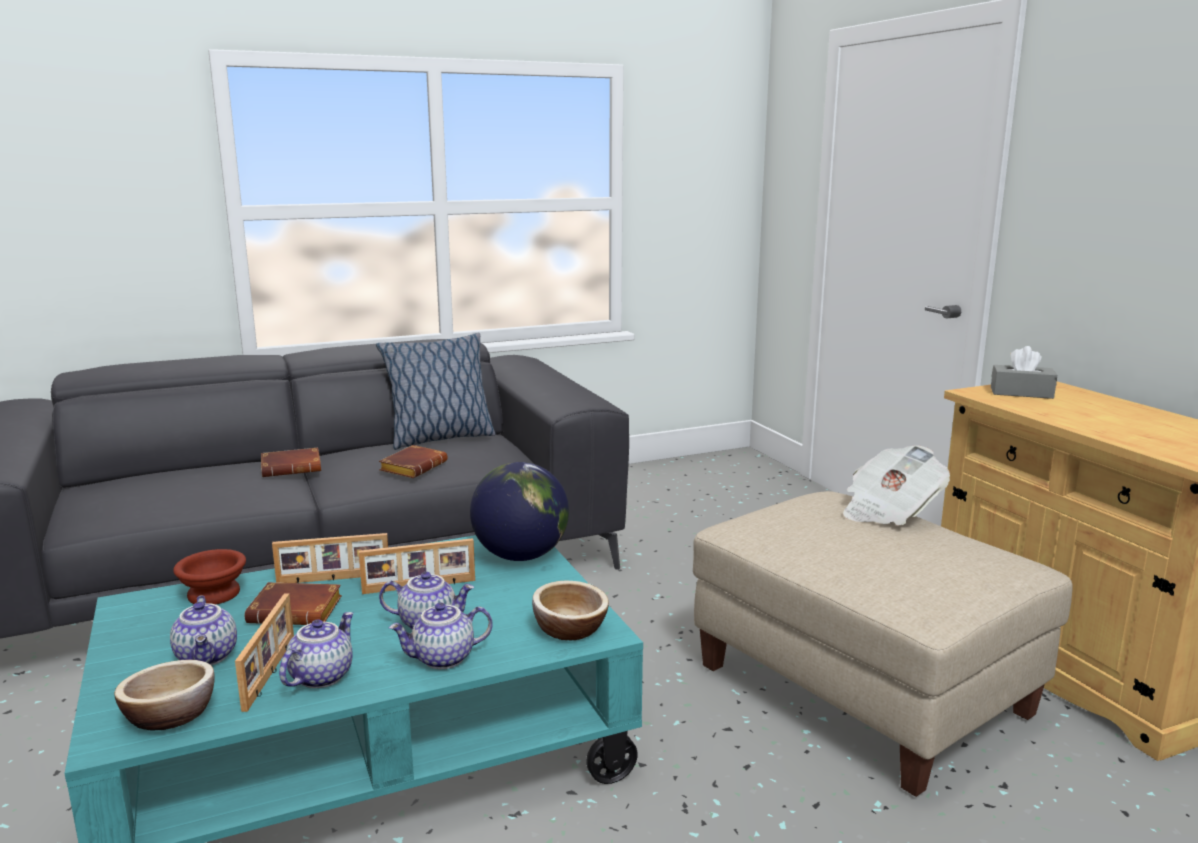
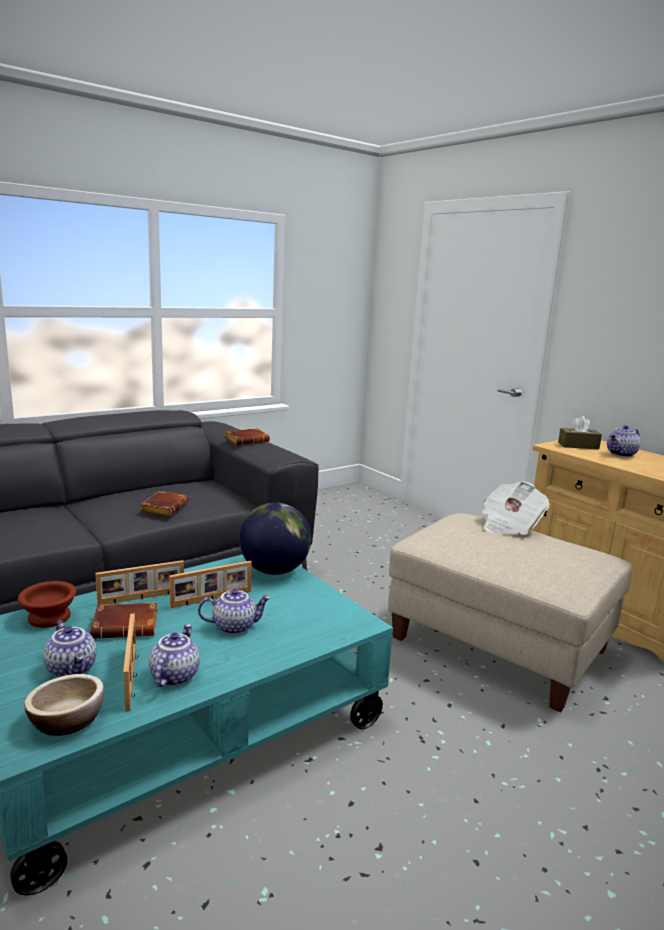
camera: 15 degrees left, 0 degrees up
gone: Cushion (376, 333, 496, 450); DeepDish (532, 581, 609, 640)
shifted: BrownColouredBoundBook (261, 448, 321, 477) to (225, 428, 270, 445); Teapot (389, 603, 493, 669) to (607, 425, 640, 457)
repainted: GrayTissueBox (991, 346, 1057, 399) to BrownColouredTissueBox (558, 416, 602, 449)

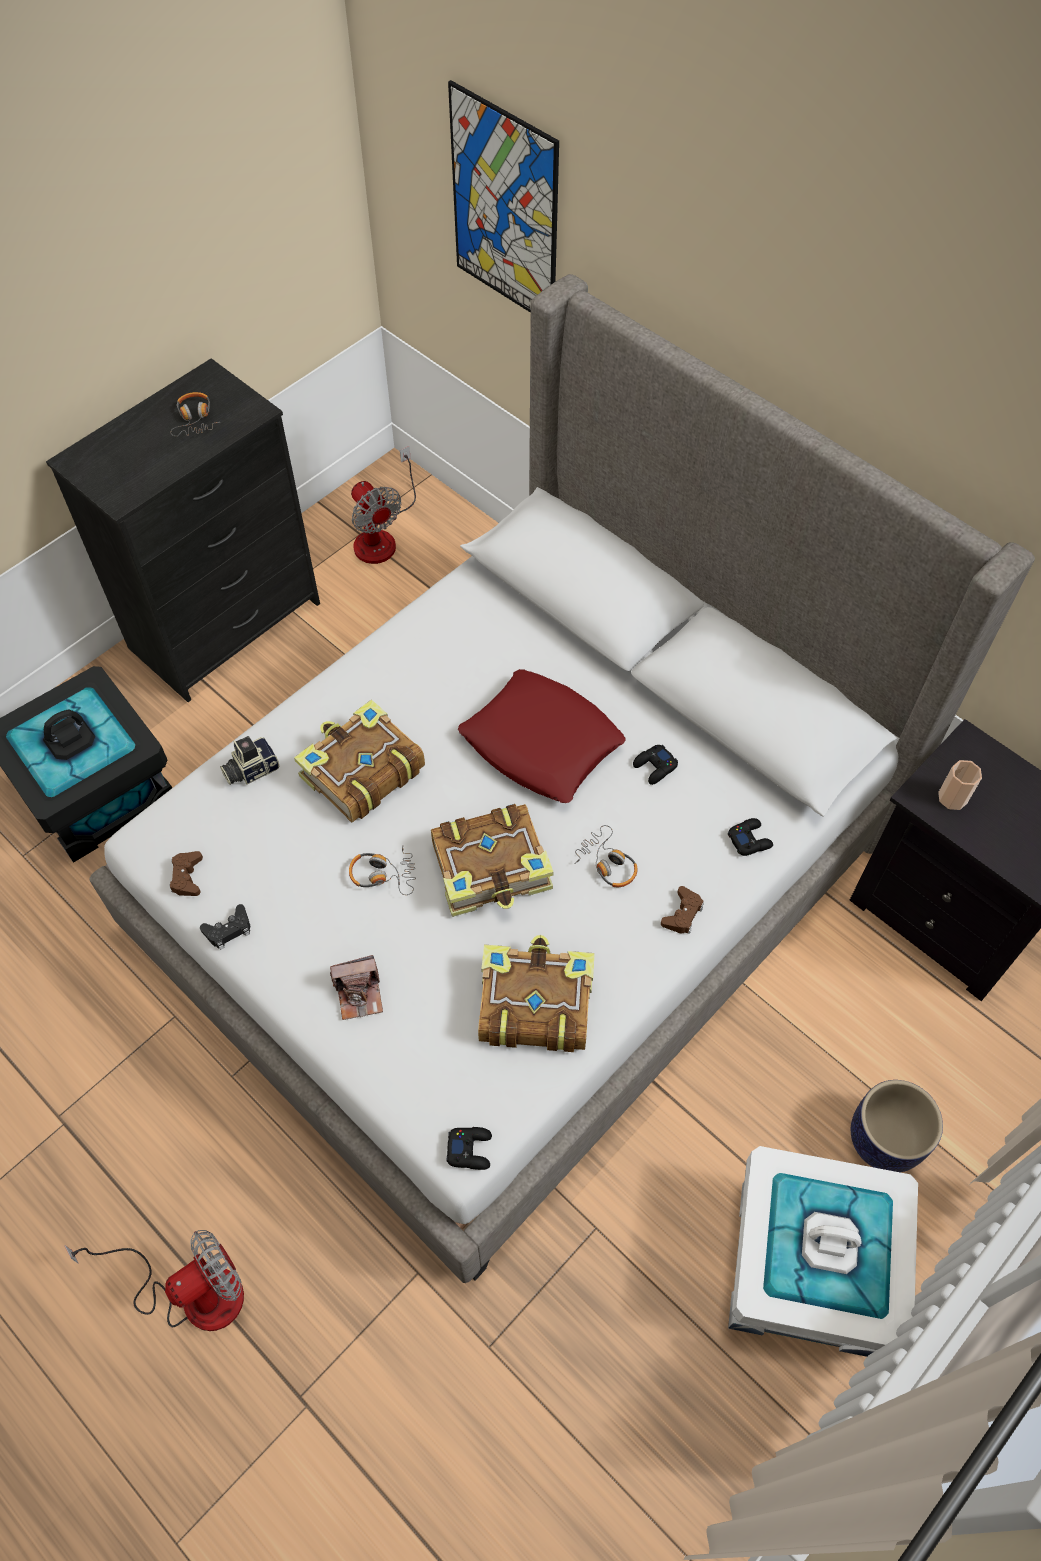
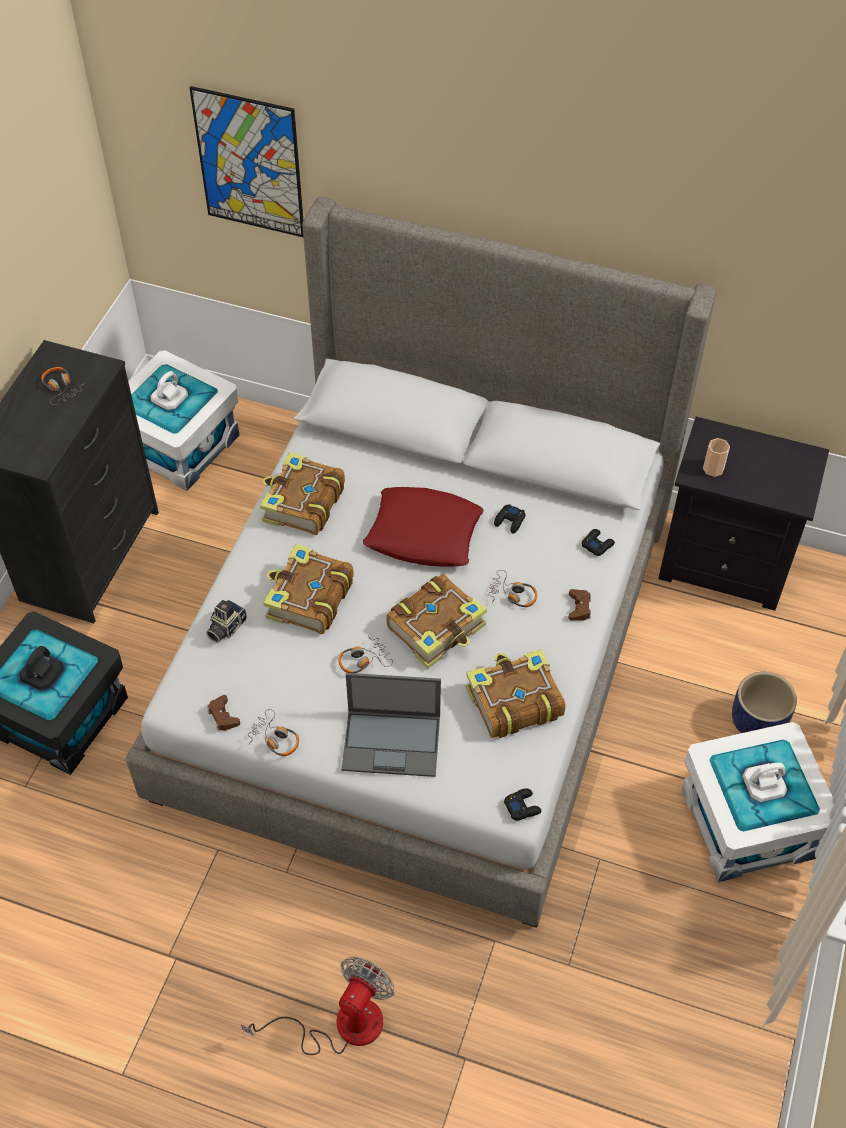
camera: 25 degrees left, 5 degrees down
new: BoundBook (260, 452, 345, 535)
swapped: CoolingFan (351, 446, 416, 564) to WhiteColouredStorageBox (128, 350, 240, 491); BlackishGameController (200, 904, 250, 950) to Headset (248, 709, 299, 756); StillCamera (330, 955, 383, 1020) to Laptop (342, 673, 441, 777)

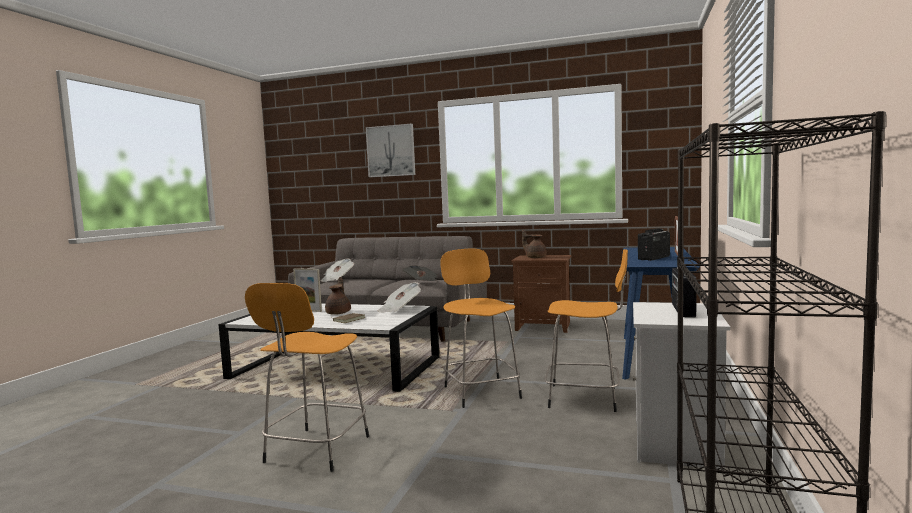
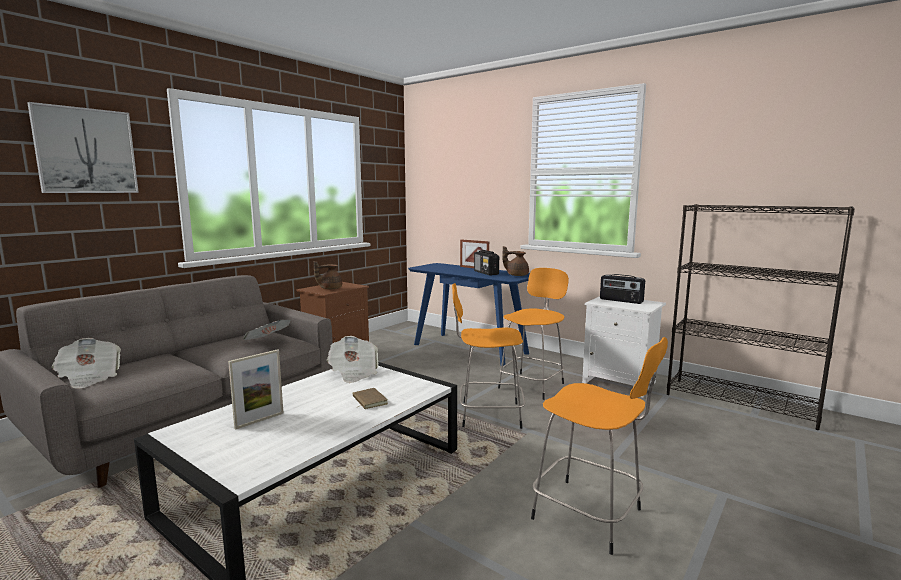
camera: 70 degrees left, 5 degrees up
shifted: BrownColouredTeapot (325, 277, 351, 315) to (502, 246, 529, 276)

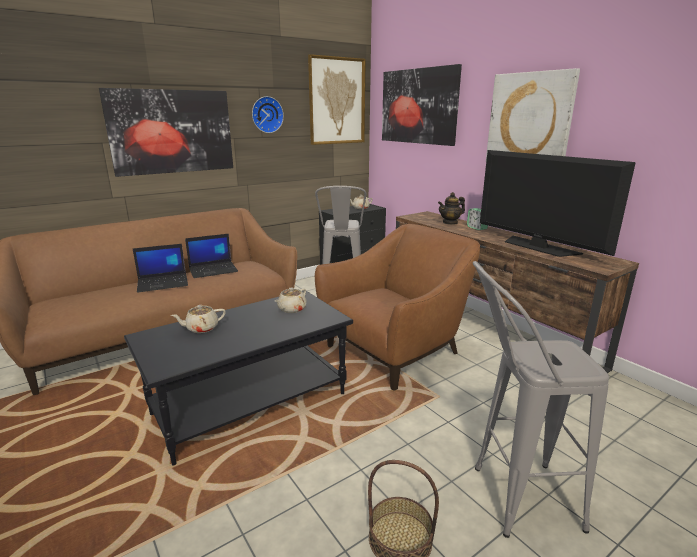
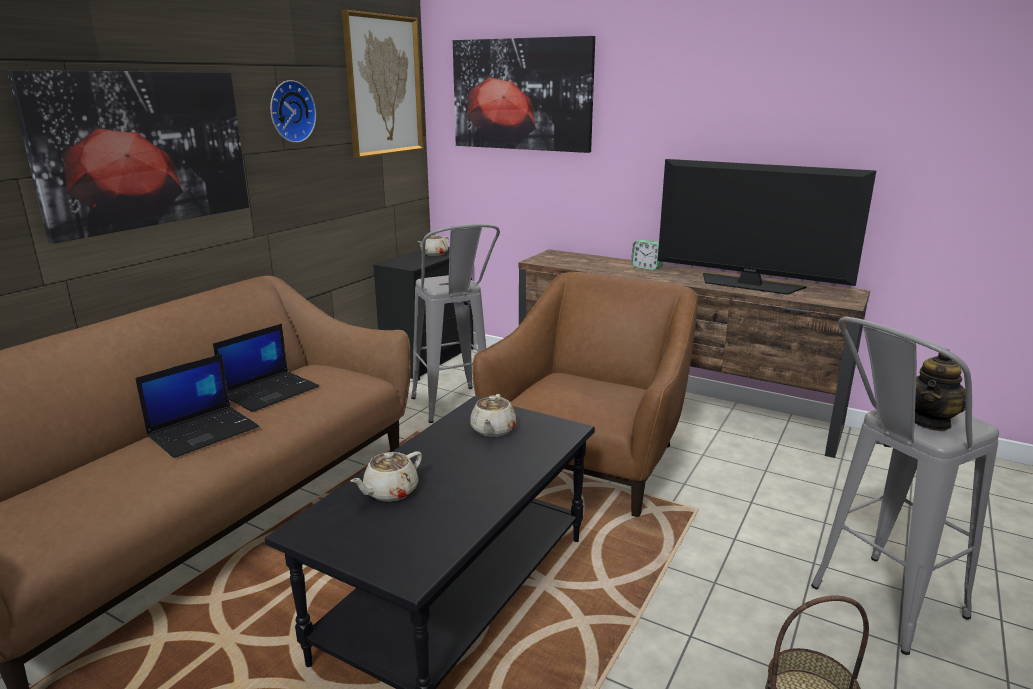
camera: 25 degrees left, 0 degrees up
gone: WallPicture (486, 68, 580, 161)
shifted: Teapot (438, 192, 465, 225) to (915, 349, 966, 431)

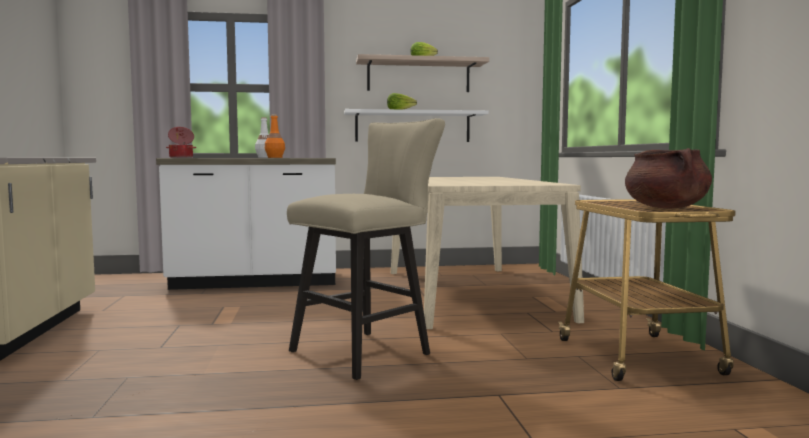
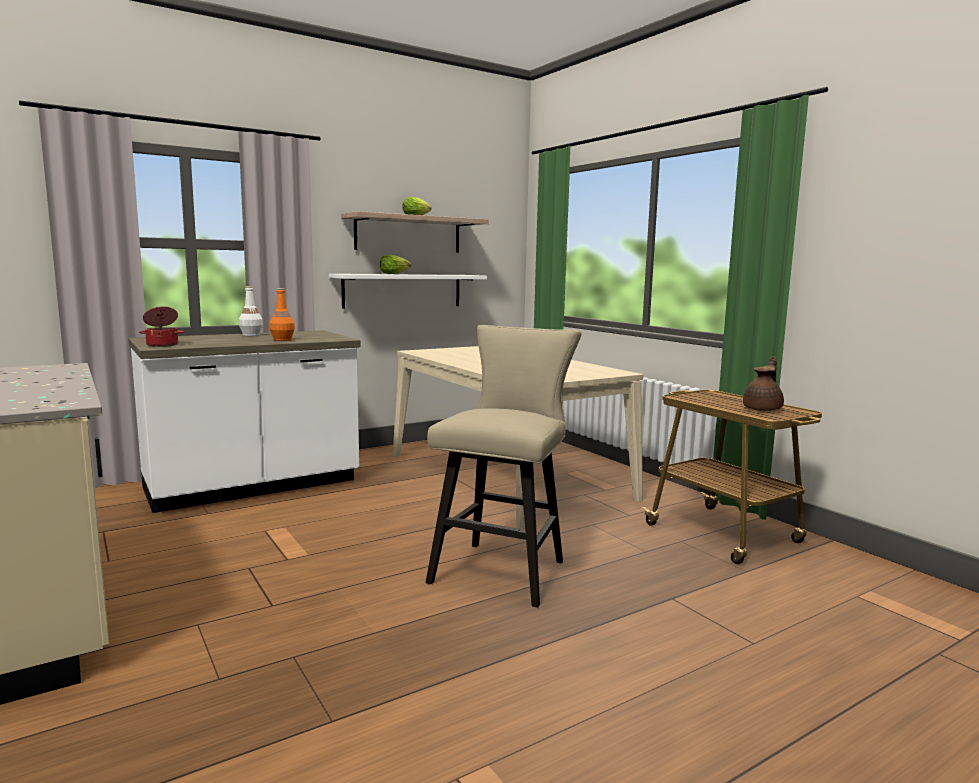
camera: 25 degrees left, 5 degrees up
swapped: BrownColouredSaucepot (625, 148, 712, 209) to BrownColouredTeapot (743, 356, 784, 411)

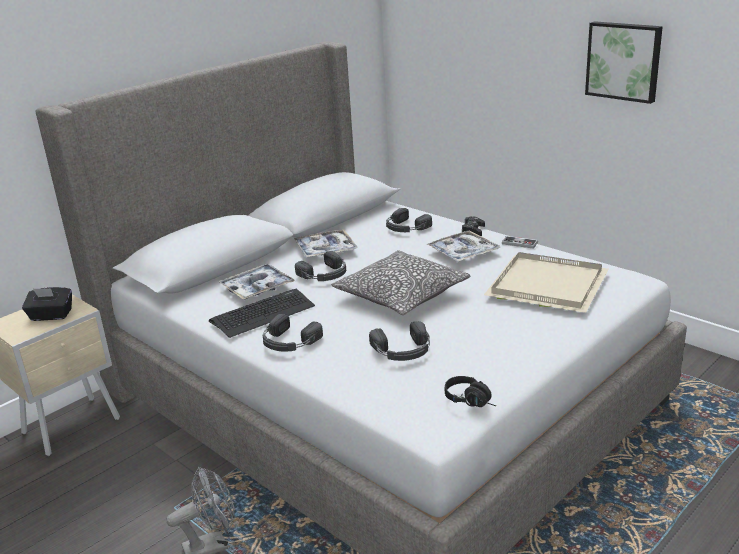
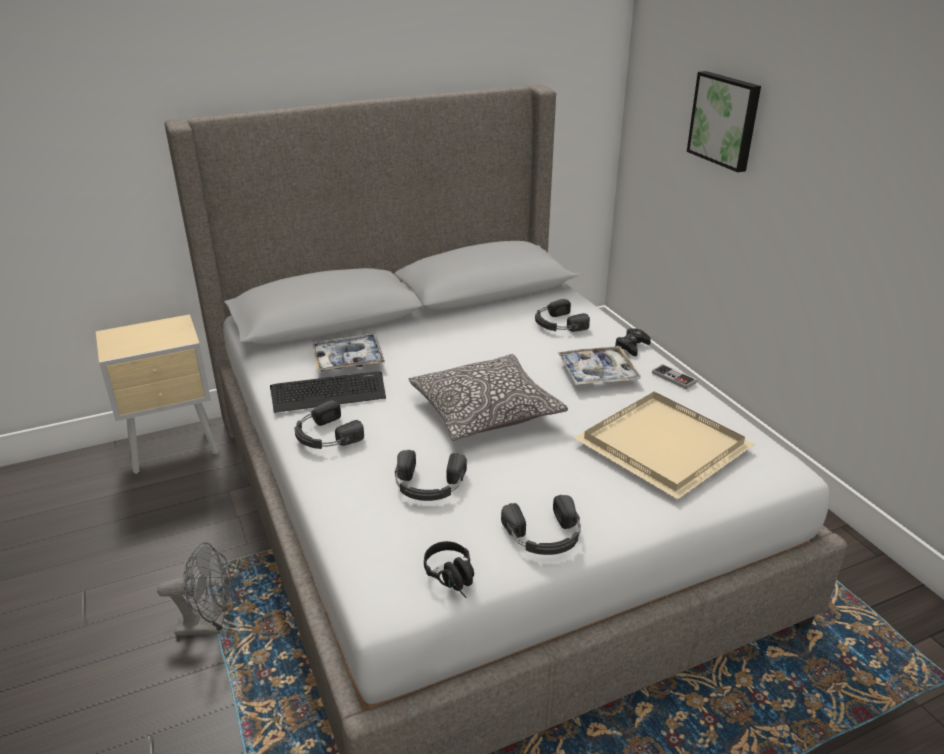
camera: 20 degrees right, 5 degrees up
gone: CarryingTray (294, 229, 358, 258); BlackishTissueBox (22, 287, 72, 321)
shifted: WallPicture (585, 21, 663, 104) to (687, 71, 761, 172); BlackishHeadset (295, 251, 346, 281) to (501, 495, 581, 555)

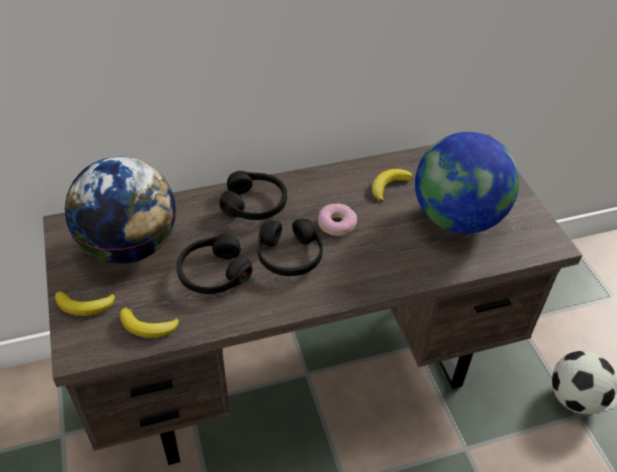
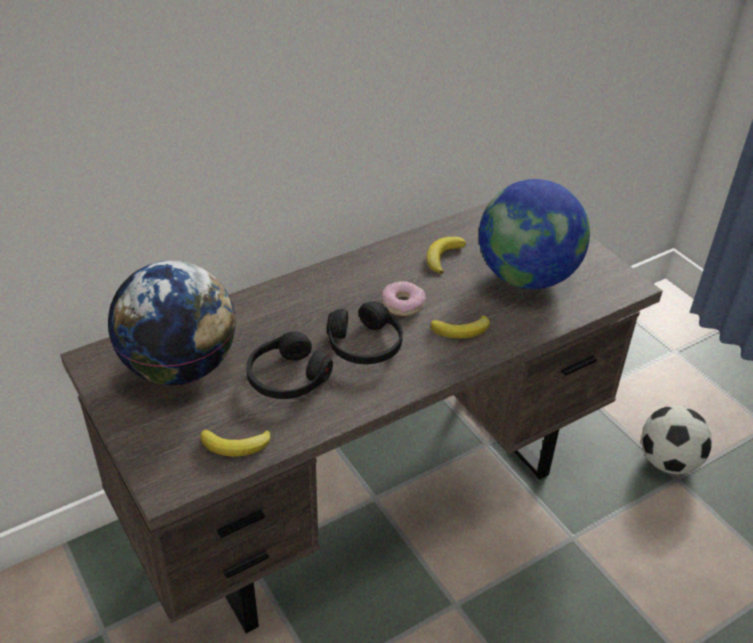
camera: 15 degrees left, 5 degrees down
gone: BlackishHeadset (219, 171, 287, 220)
shifted: BananaFruit (55, 291, 115, 316) to (431, 315, 490, 338)

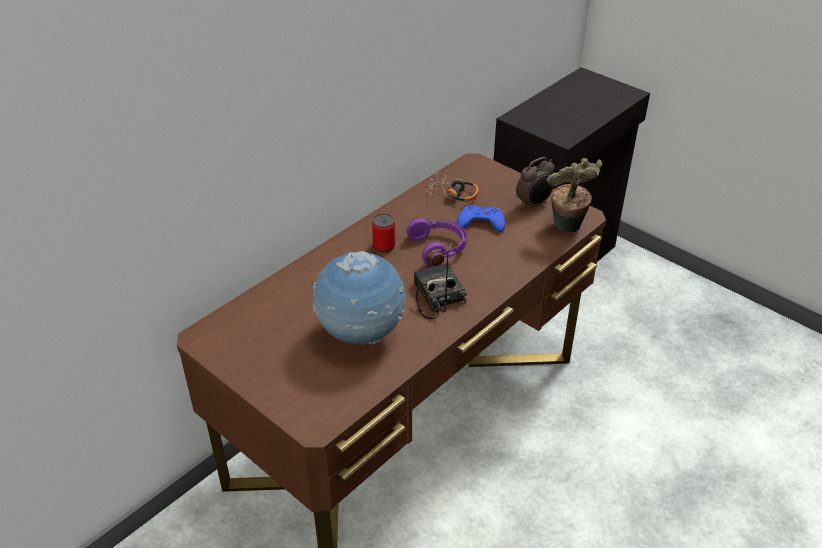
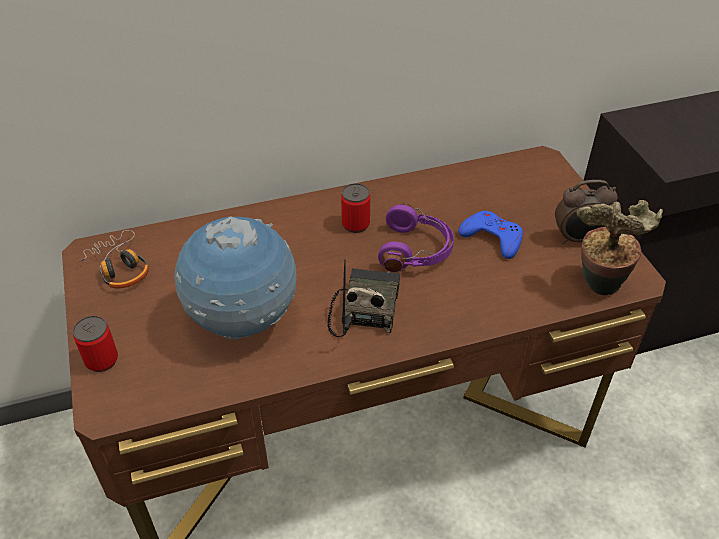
camera: 30 degrees right, 5 degrees up
new: MetalCan (73, 316, 118, 372)
shifted: Headset (426, 173, 479, 202) to (77, 230, 149, 289)

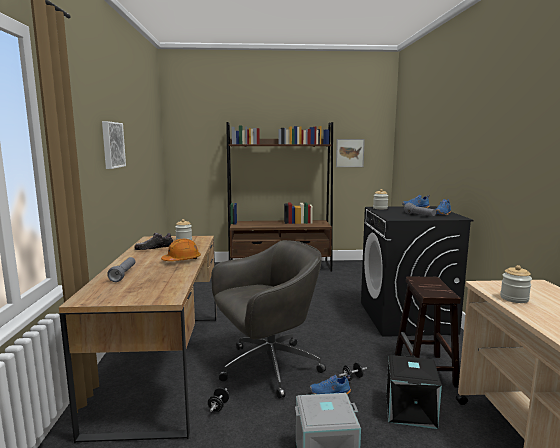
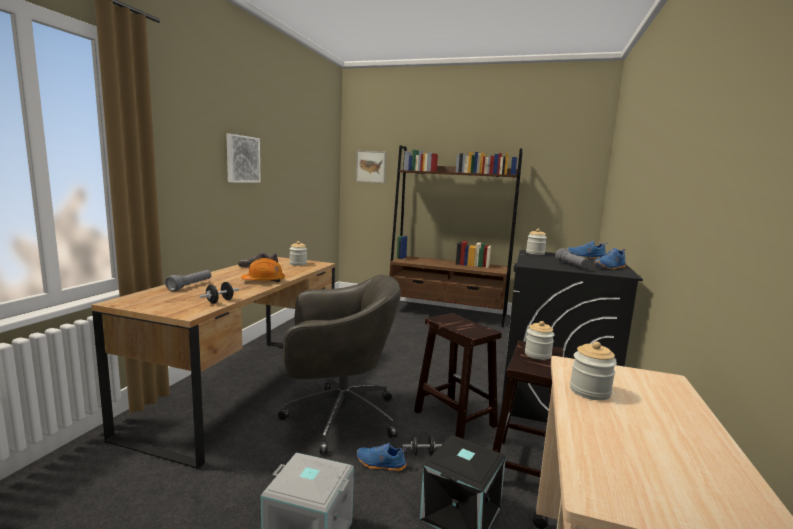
camera: 20 degrees right, 0 degrees up
new: BrownColouredStool (414, 313, 502, 439); StorageJar (525, 321, 555, 360)
shifted: WallPicture (336, 139, 365, 167) to (356, 151, 386, 183); BlackishFreeWeight (208, 388, 229, 412) to (199, 282, 239, 304)

